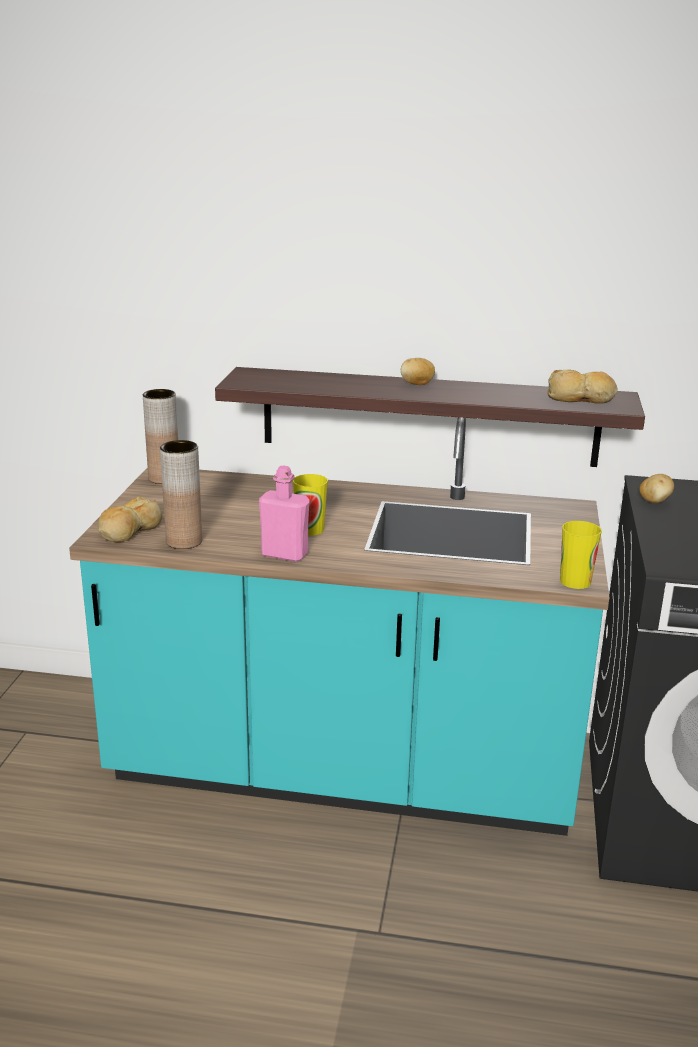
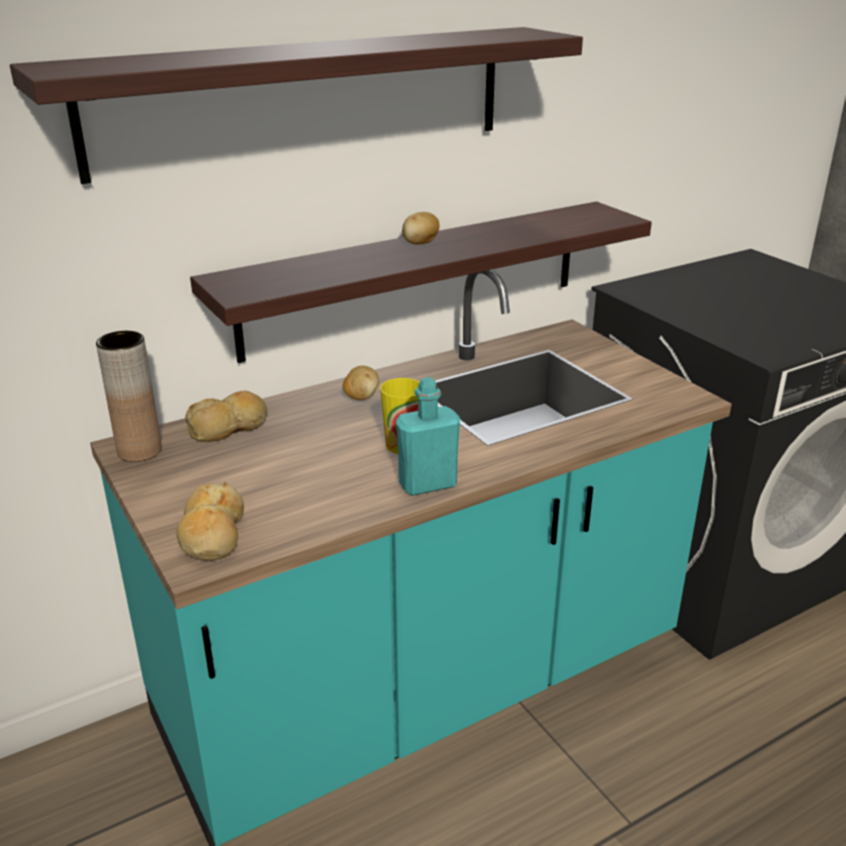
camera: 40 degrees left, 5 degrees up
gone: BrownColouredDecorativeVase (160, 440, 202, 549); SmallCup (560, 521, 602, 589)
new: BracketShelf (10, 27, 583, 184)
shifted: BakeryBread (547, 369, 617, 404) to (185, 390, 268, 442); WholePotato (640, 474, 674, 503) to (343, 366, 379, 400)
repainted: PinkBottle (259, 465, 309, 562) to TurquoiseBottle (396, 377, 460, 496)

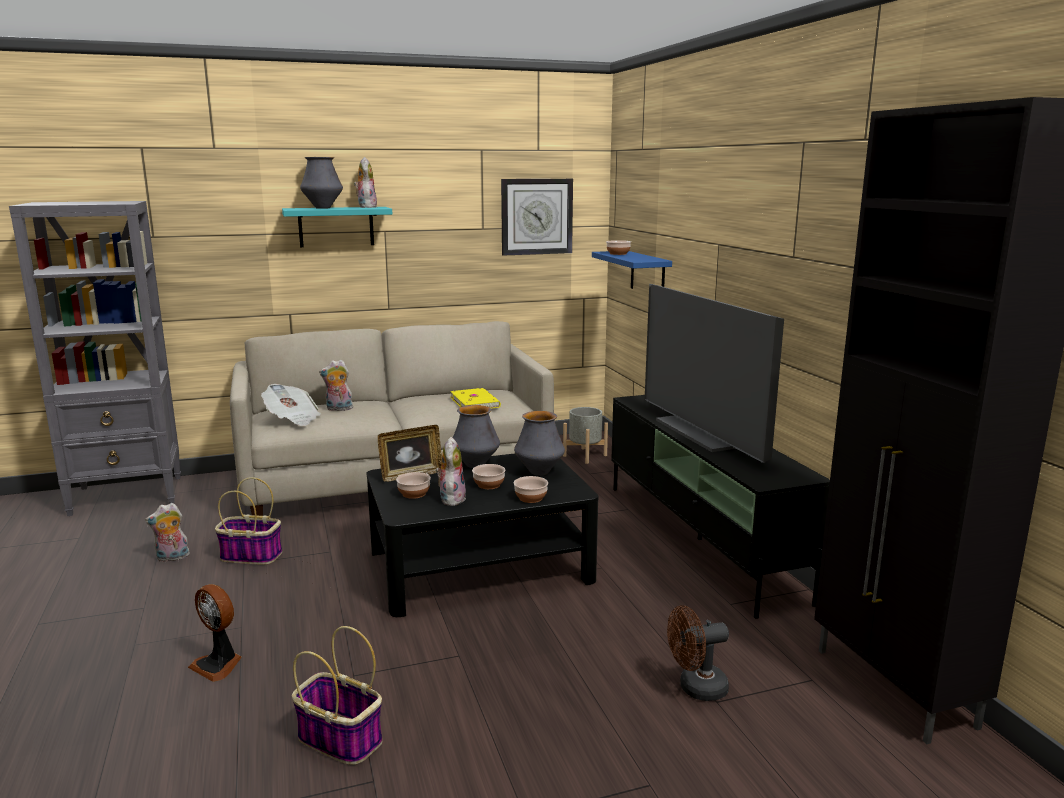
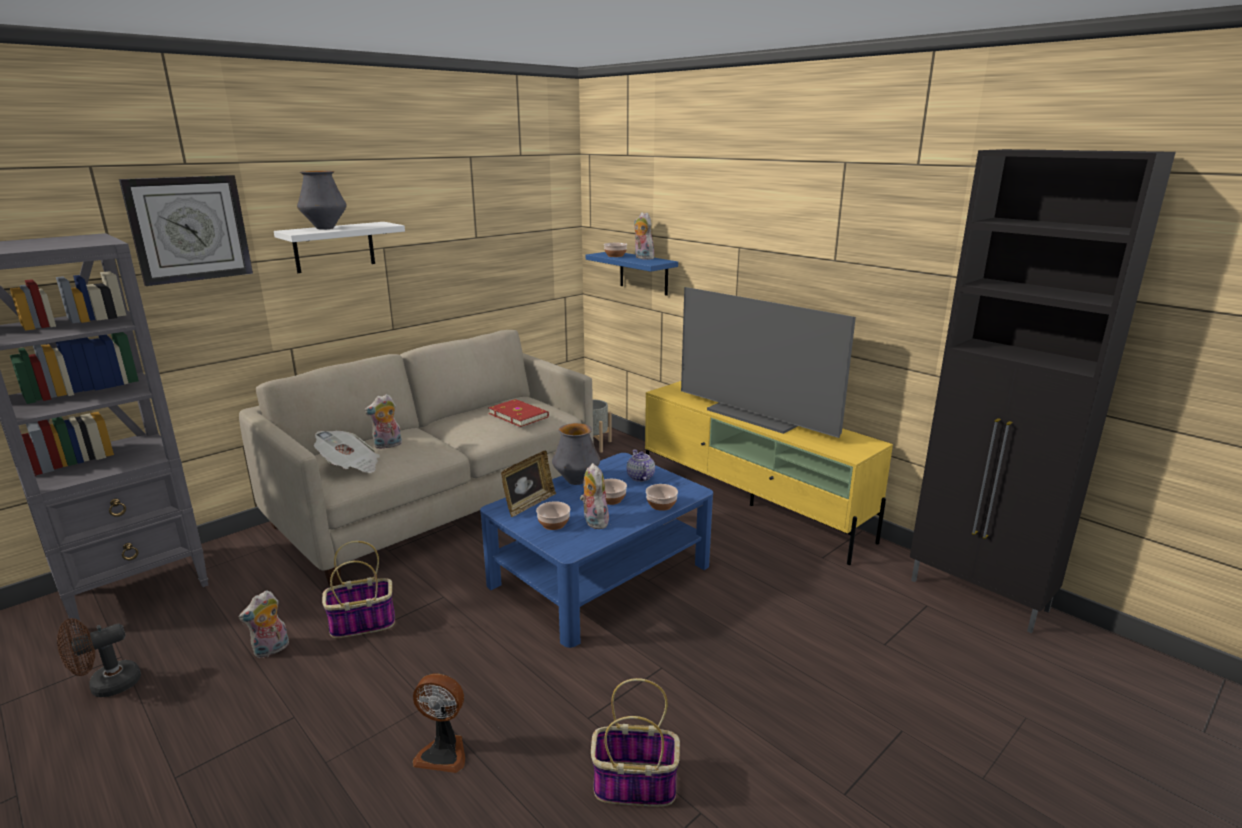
camera: 25 degrees left, 5 degrees up
shifted: CuddlyToy (354, 157, 377, 208) to (634, 212, 654, 260); HangingClock (501, 179, 573, 256) to (119, 175, 253, 286); BrownColouredCoolingFan (667, 605, 729, 701) to (57, 618, 141, 697)
swapped: DecorativeVase (514, 411, 565, 476) to Teapot (627, 450, 655, 482)
repainted: TurquoiseBracketShelf (282, 207, 392, 247) to WhiteColouredBracketShelf (274, 222, 405, 273); YellowishBoundBook (450, 388, 501, 408) to RedBoundBook (488, 399, 549, 427); BlackishTvUnit (611, 395, 830, 619) to YellowishTvUnit (645, 381, 893, 565); BlackishLoungeTable (367, 453, 599, 617) to BlueLoungeTable (480, 453, 713, 648)

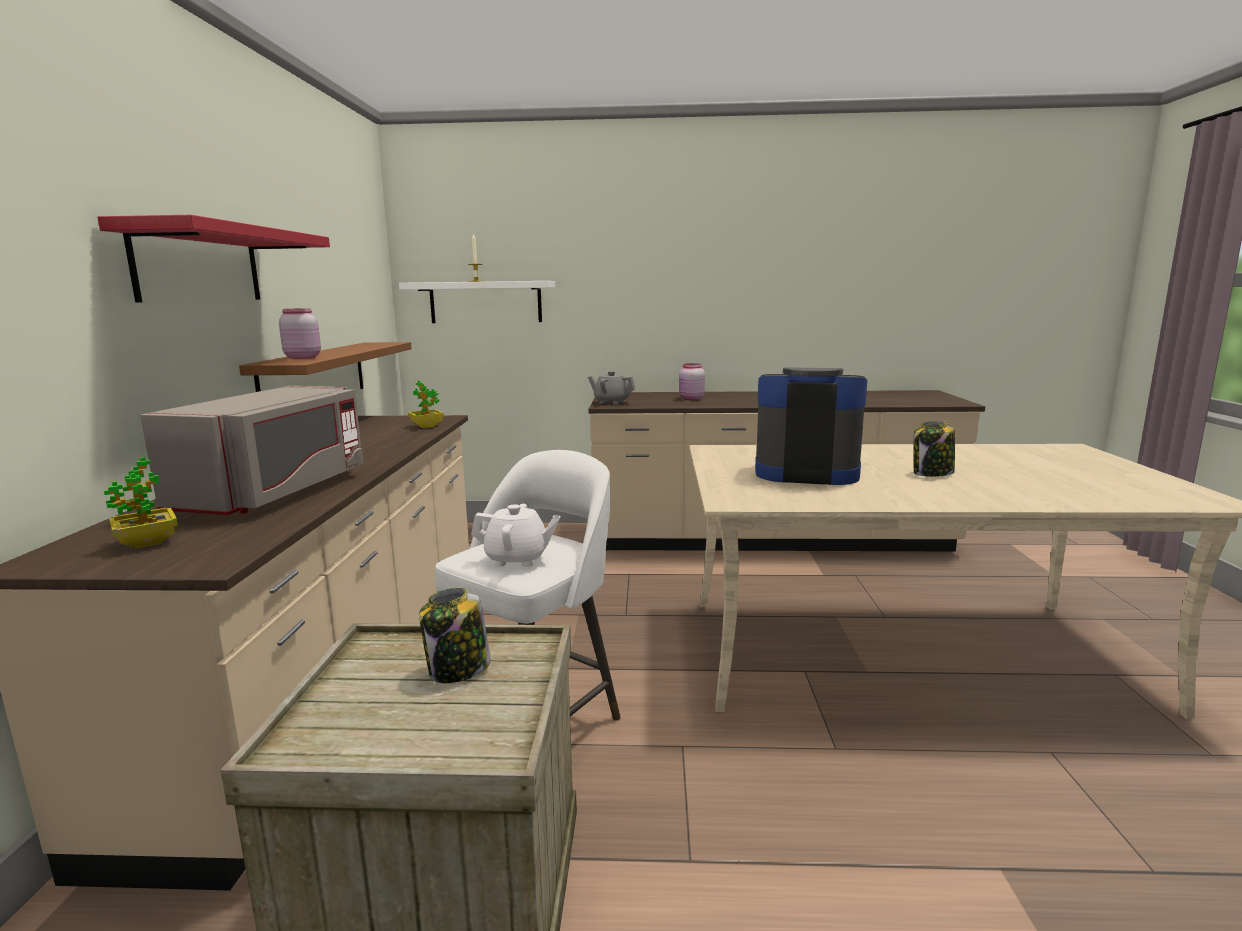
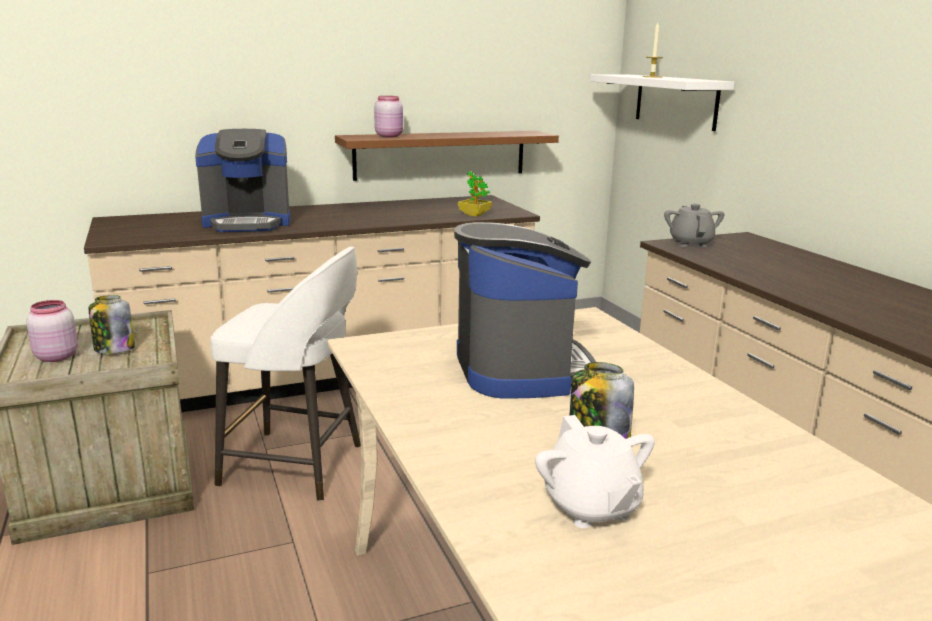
camera: 65 degrees right, 5 degrees up
gone: RedBracketShelf (97, 215, 330, 303); Houseplant (104, 457, 178, 549)
shifted: PinkStorageJar (679, 363, 705, 400) to (26, 300, 78, 362); WhiteColouredTeapot (471, 504, 561, 567) to (535, 415, 655, 528)
swapped: GrayKitchenMicrowave (140, 386, 363, 515) to CoffeeMaker (195, 129, 290, 232)

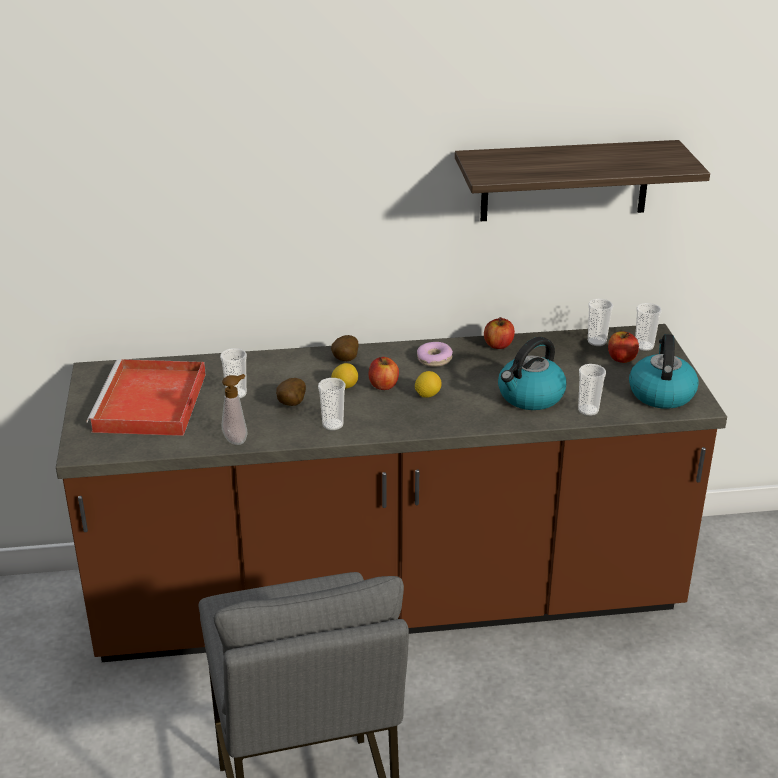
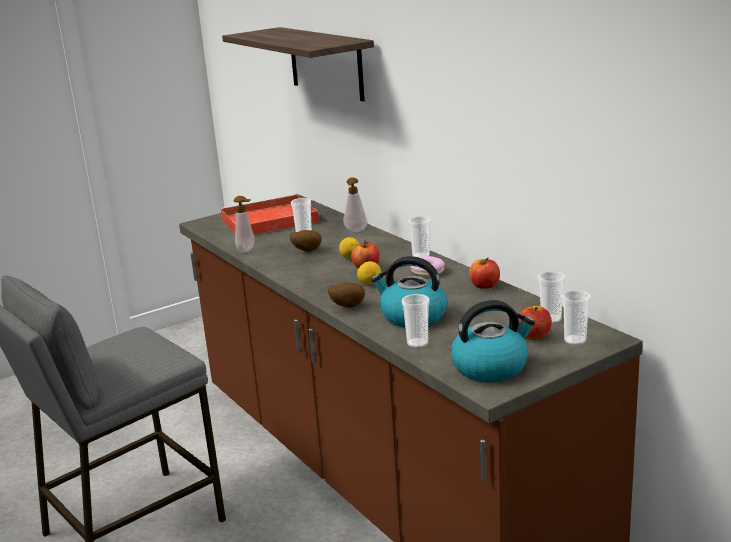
camera: 65 degrees right, 10 degrees down
new: SoapBottle (343, 177, 367, 232)
shifted: BracketShelf (455, 140, 710, 221) to (222, 27, 374, 101); WholePotato (331, 335, 359, 361) to (328, 282, 365, 308); SmallCup (318, 378, 346, 431) to (408, 216, 431, 258)

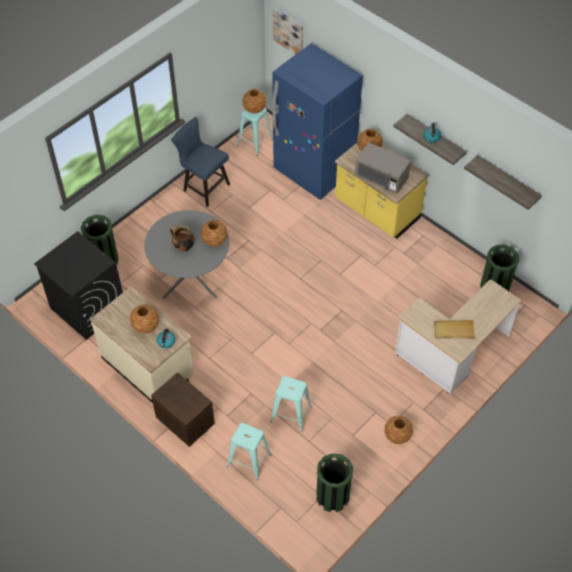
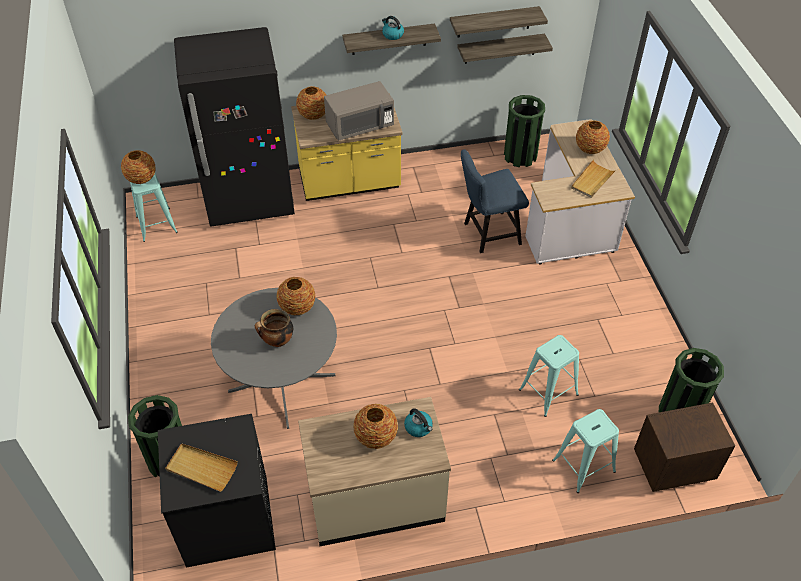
camera: 55 degrees left, 5 degrees down
gone: WallPicture (273, 8, 303, 54)
new: BracketShelf (457, 34, 553, 64); SandColouredCarryingTray (165, 443, 238, 492)
shifted: BlueChair (171, 117, 230, 207) to (461, 150, 529, 253); BrownColouredNightstand (151, 372, 215, 447) to (634, 403, 735, 492); DecorativeVase (384, 416, 413, 444) to (576, 120, 610, 154)
repainted: BlueRefrigerator (272, 43, 363, 200) to BlackishRefrigerator (174, 27, 295, 227)

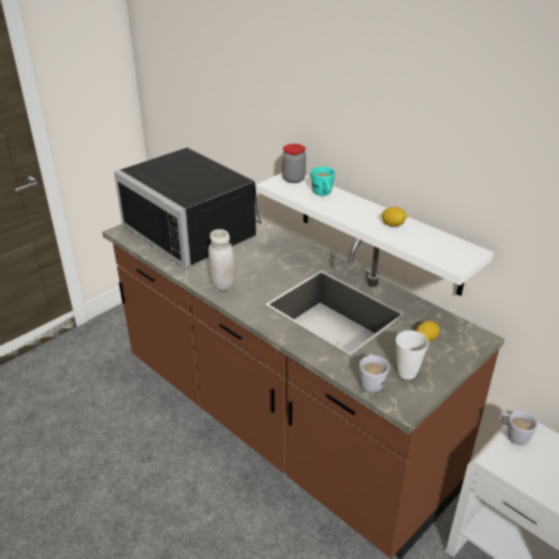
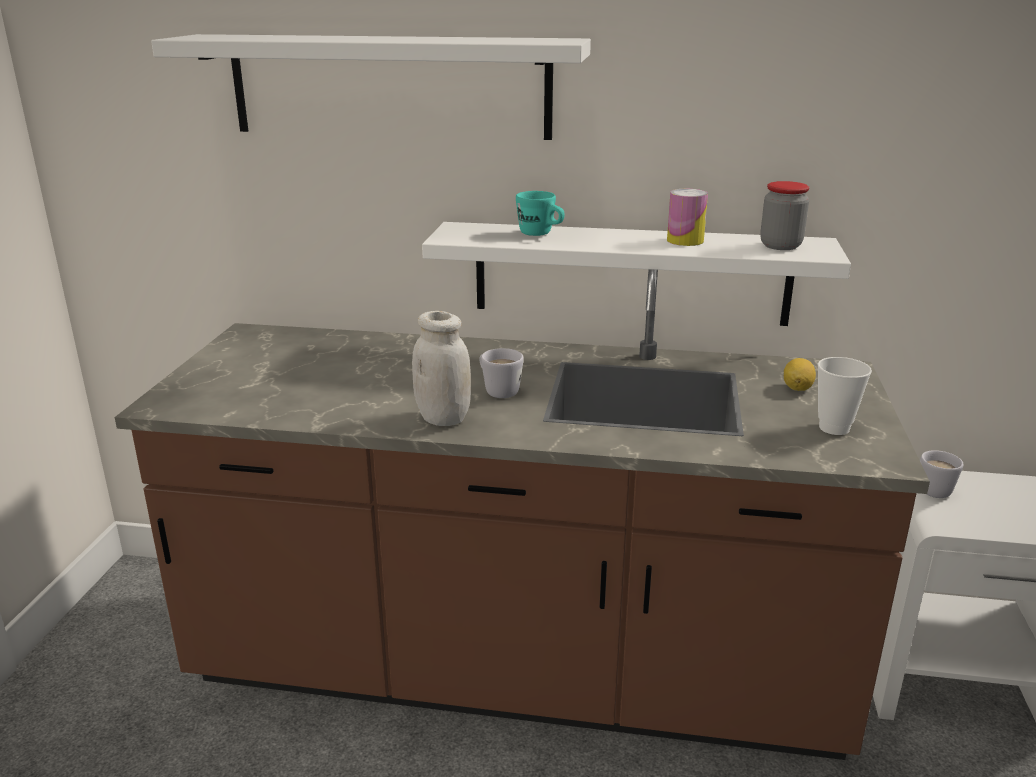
camera: 35 degrees left, 10 degrees down
gone: BlackishKitchenMicrowave (114, 148, 262, 268)
new: WhiteColouredBracketShelf (151, 34, 591, 140)
shifted: StorageJar (282, 144, 306, 183) to (760, 181, 809, 250); WhiteColouredMug (359, 354, 389, 393) to (479, 348, 524, 398)
swapped: CitrusFruit (382, 207, 408, 227) to MetalCan (667, 189, 708, 246)

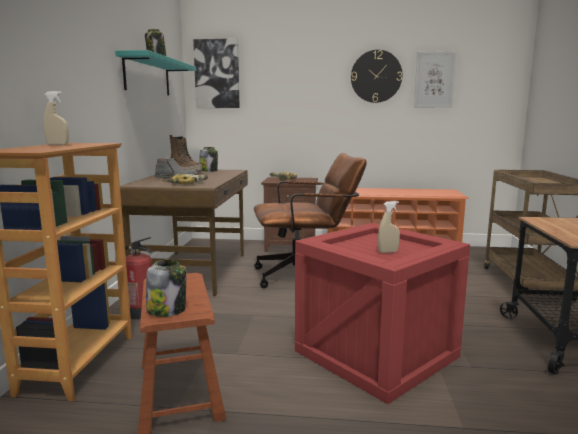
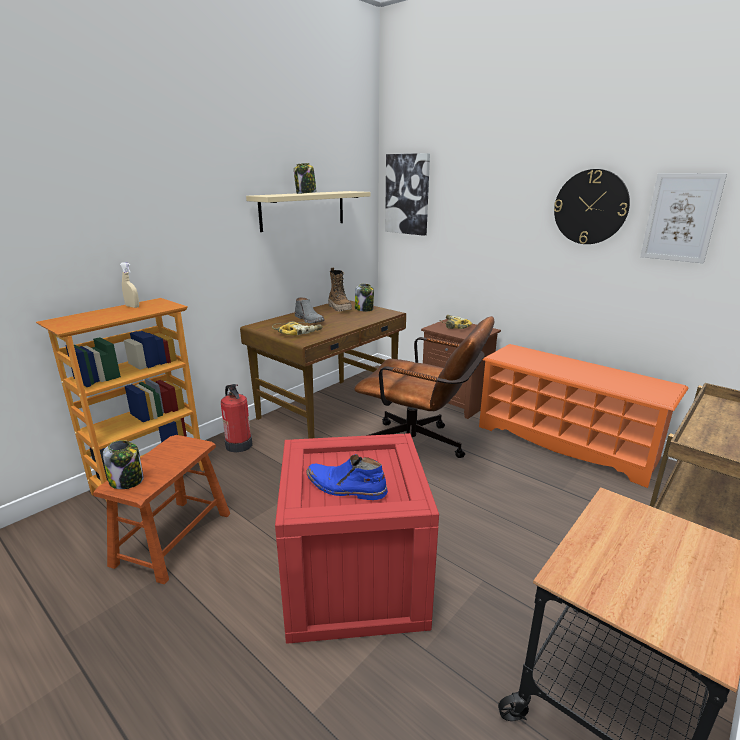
camera: 35 degrees right, 10 degrees up
swapped: SandColouredSprayBottle (378, 201, 400, 253) to BlueHighTopBoot (306, 454, 388, 500)
repainted: TurquoiseBracketShelf (115, 50, 196, 96) to SandColouredBracketShelf (246, 191, 371, 232)

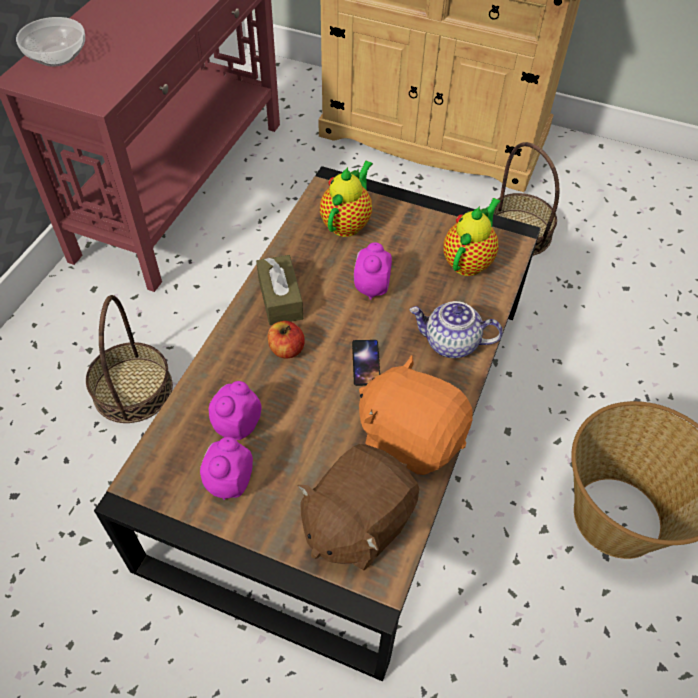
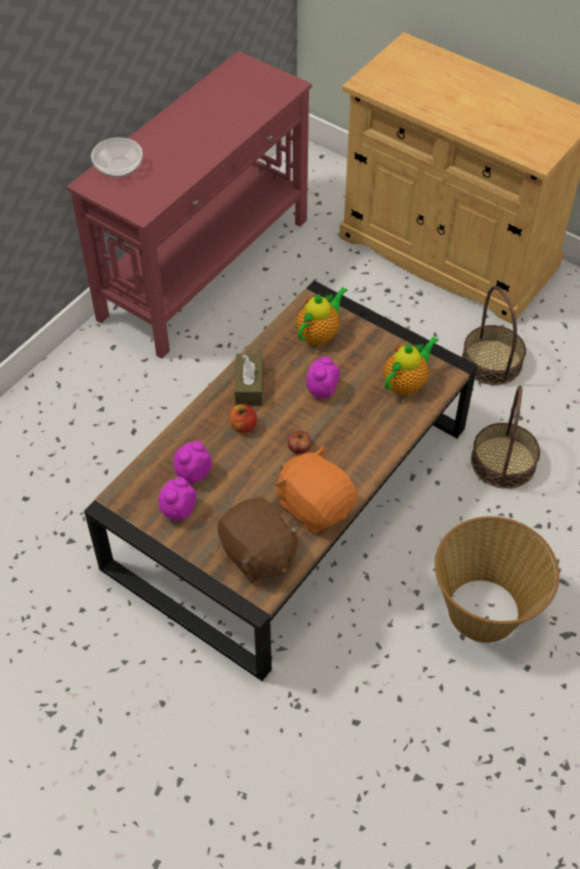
camera: 15 degrees right, 0 degrees up
gone: Teapot (409, 301, 503, 358)
shifted: HouseholdBasket (86, 295, 173, 423) to (471, 386, 540, 489)
swapped: Telephone (352, 340, 380, 386) to Apple (288, 431, 311, 454)
rotated: BrownColouredCuddlyToy (297, 444, 419, 570) = (217, 497, 300, 583) 90 degrees counterclockwise

